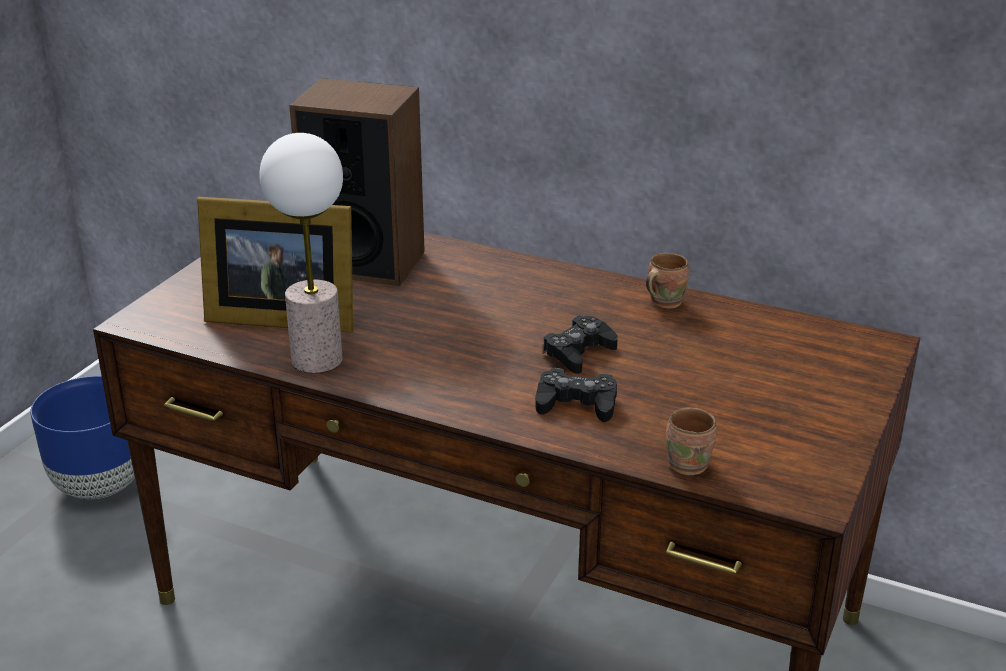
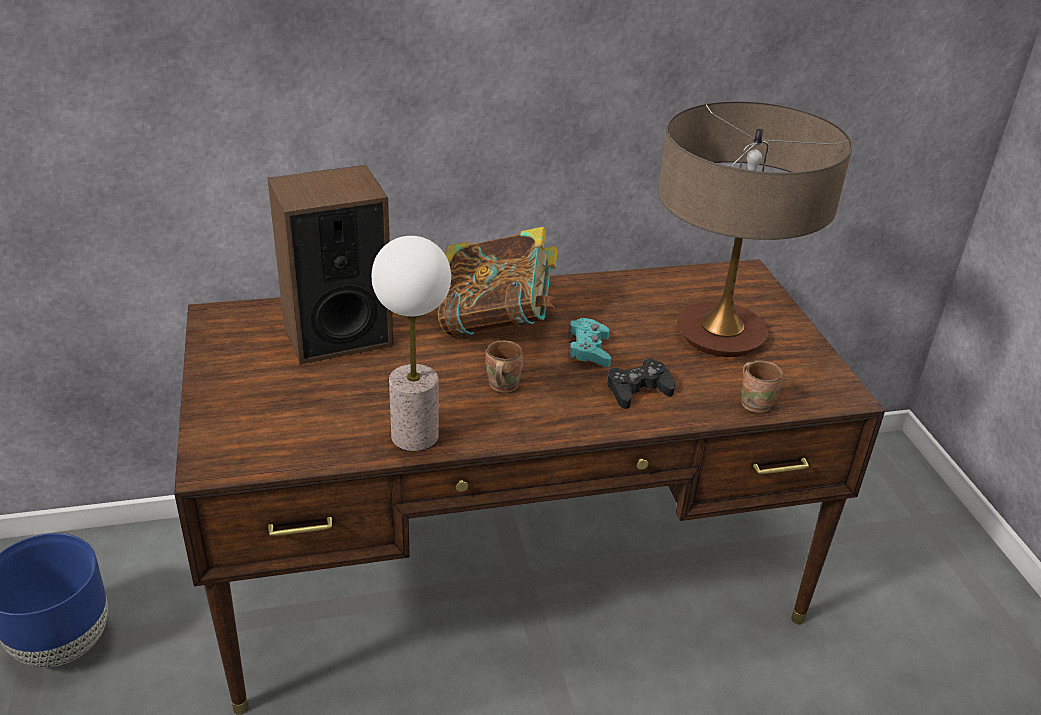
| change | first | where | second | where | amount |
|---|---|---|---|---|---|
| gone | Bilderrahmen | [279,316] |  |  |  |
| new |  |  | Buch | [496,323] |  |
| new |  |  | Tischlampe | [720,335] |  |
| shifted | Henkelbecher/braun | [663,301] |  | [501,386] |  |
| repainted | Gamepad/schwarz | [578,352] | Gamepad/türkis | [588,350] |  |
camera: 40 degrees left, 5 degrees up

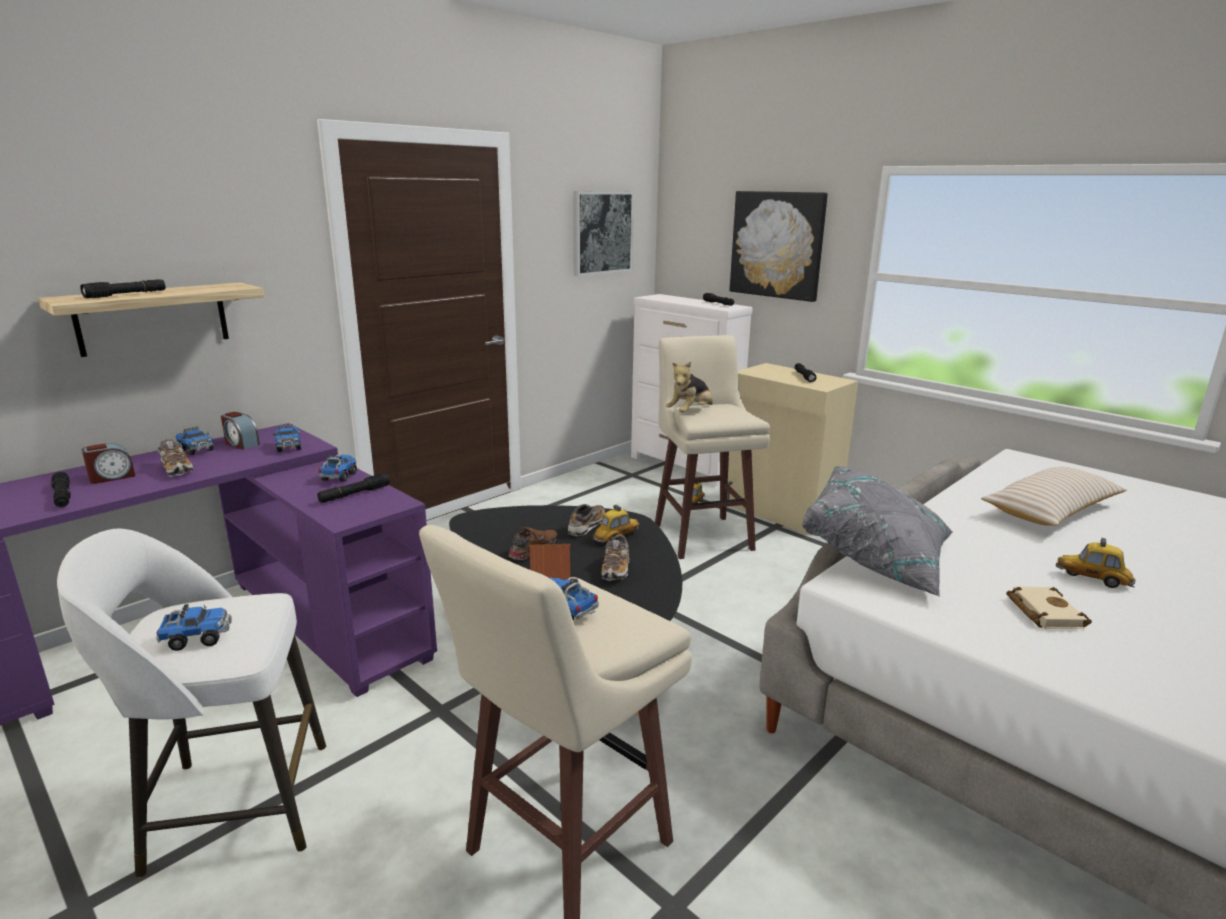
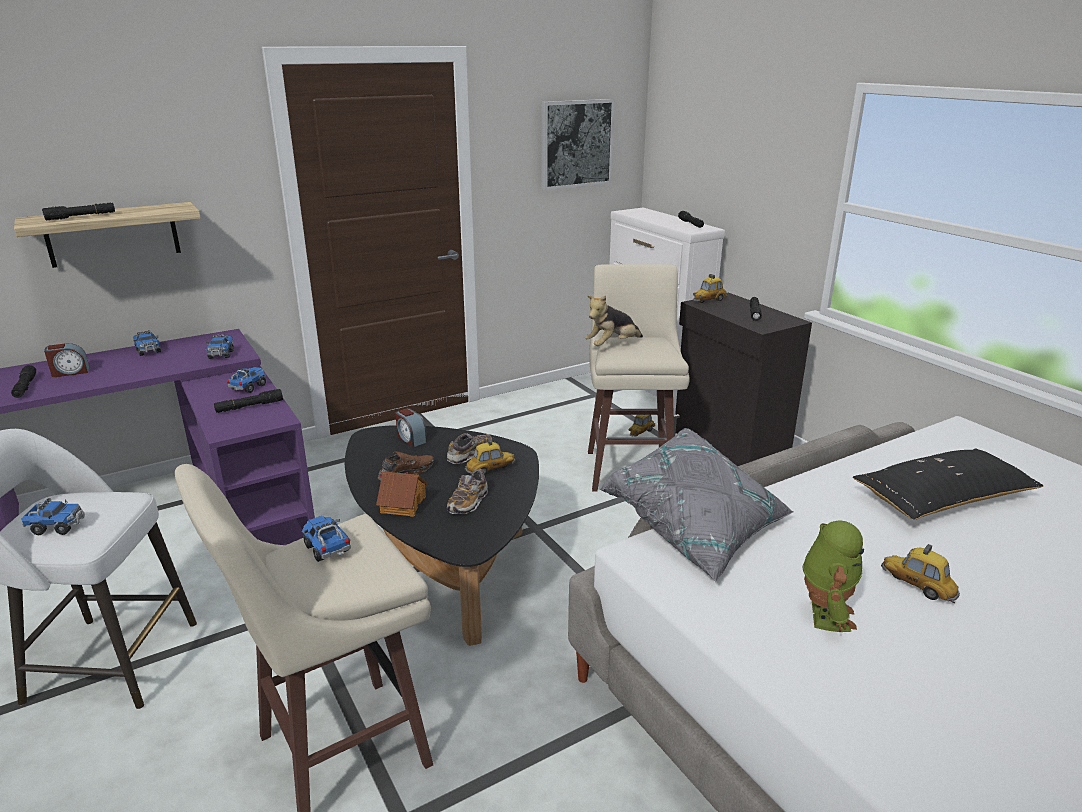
| change | first | where | second | where | amount |
|---|---|---|---|---|---|
| gone | Schuh | [177,469] |  |  |  |
| gone | Bild | [777,245] |  |  |  |
| new |  |  | Spielzeugauto | [709,301] |  |
| shifted | Wecker | [241,444] |  | [411,439] |  |
| swapped | Buch/beige | [1042,612] | Spielzeugroboter | [824,614] |  |
| repainted | Schrank/beige | [781,512] | Schrank/schwarz | [728,452] |  |
| repainted | Kissen/beige | [1051,510] | Kissen/schwarz | [942,498] |  |
camera: 15 degrees right, 5 degrees up

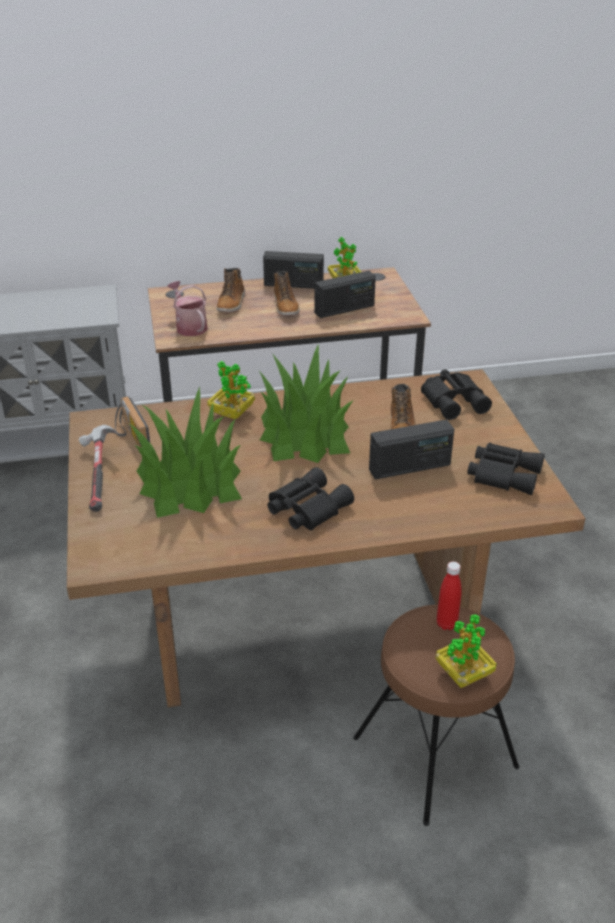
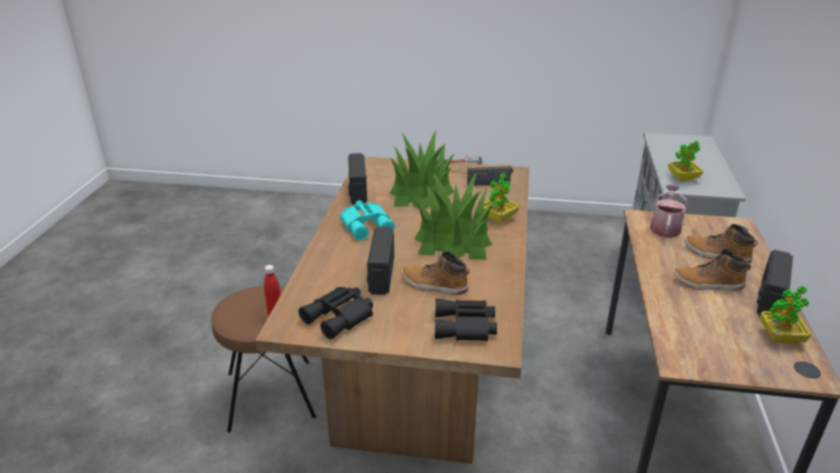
| change | first | where | second | where | amount |
|---|---|---|---|---|---|
| shifted | Radio | [344,309] |  | [357,191] |  |
| shifted | Topfpflanze | [463,674] |  | [683,178] |  |
| repainted | Fernglas/schwarz | [306,508] | Fernglas/türkis | [367,225] |  |
| rotated | Gießkanne | [189,326] |  | [665,227] | 60 degrees counterclockwise |
camera: 110 degrees right, 5 degrees down

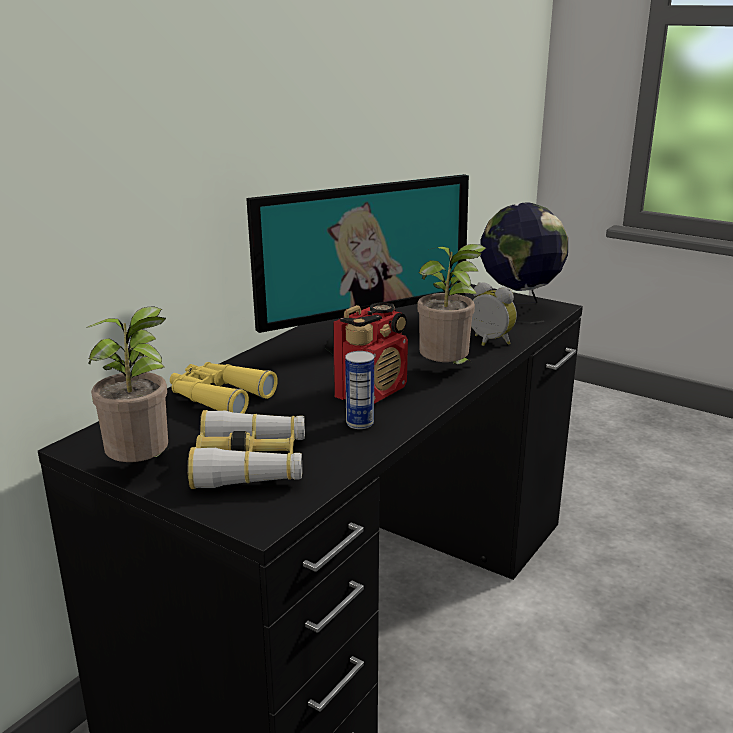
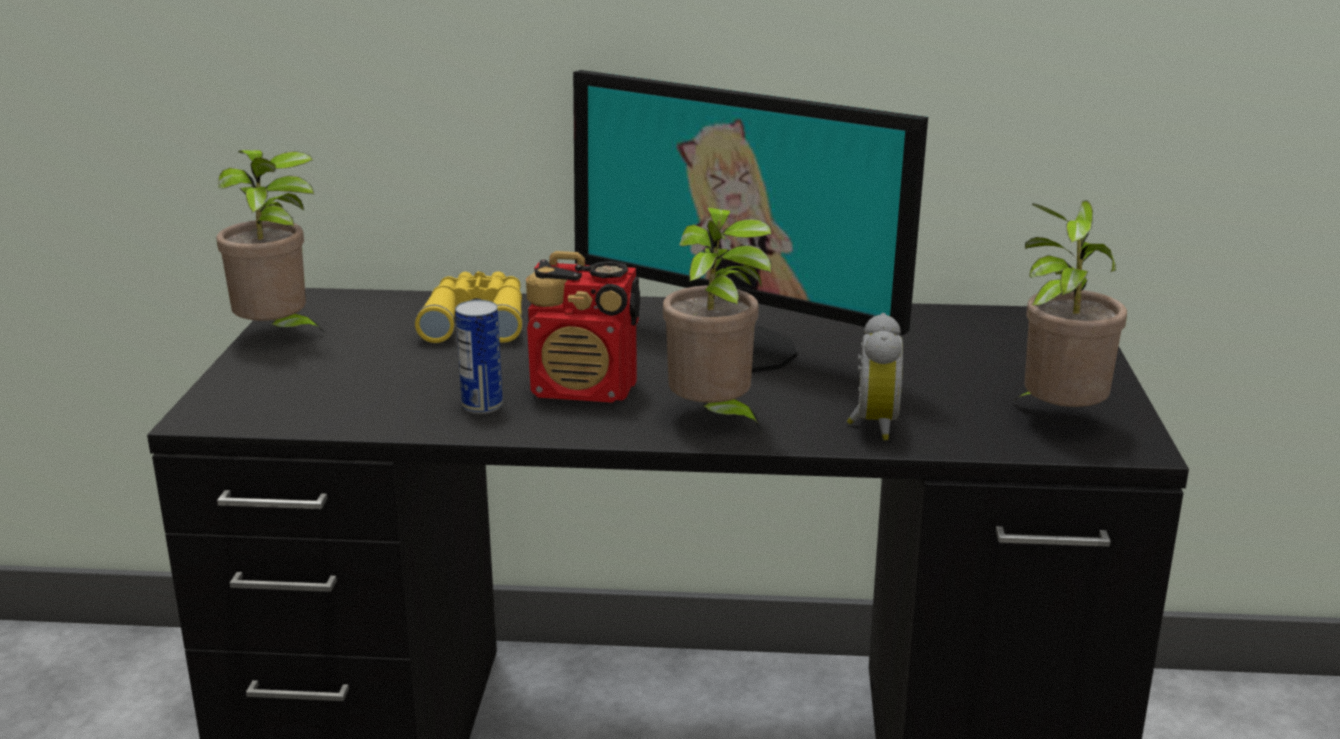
| change | first | where | second | where | amount |
|---|---|---|---|---|---|
| gone | Fernglas | [251,464] |  |  |  |
| swapped | Globus | [518,310] | Topfpflanze | [1057,419] |  |
camera: 60 degrees right, 0 degrees up

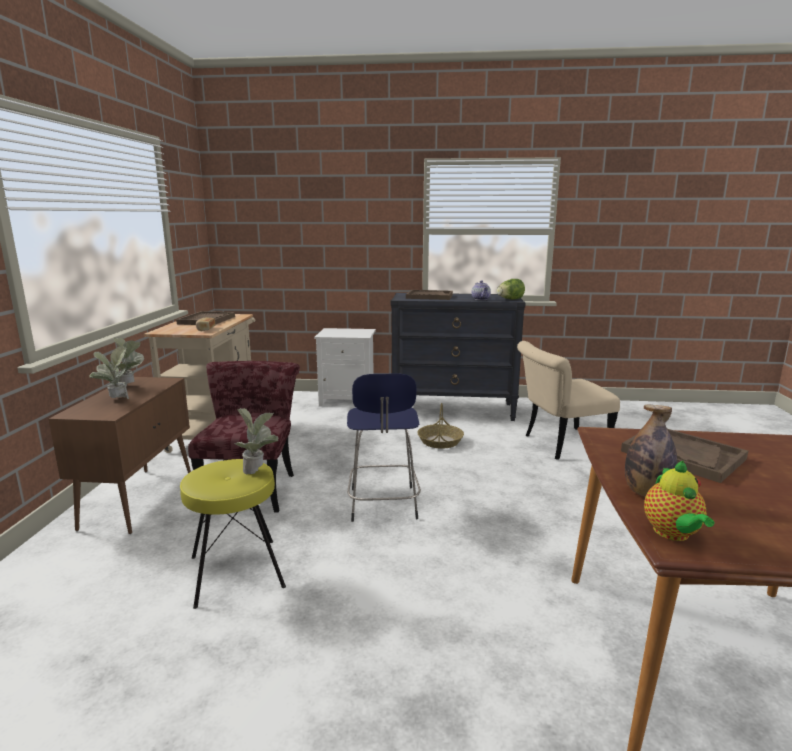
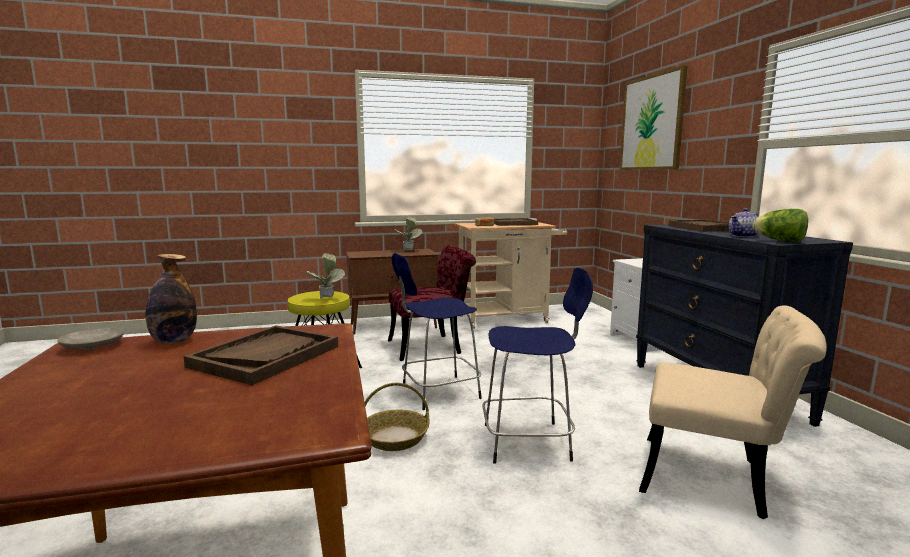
| change | first | where | second | where | amount |
|---|---|---|---|---|---|
| gone | Topfpflanze | [115,401] |  |  |  |
| new |  |  | Hocker/blau | [530,442] |  |
| new |  |  | Bild | [652,123] |  |
| shifted | Korb | [440,441] |  | [395,438] |  |
| swapped | Teekanne | [673,534] | Teller/beige | [93,346] |  |
| rotated | Stuhl/beige | [559,445] |  | [717,479] | 150 degrees clockwise |
camera: 70 degrees right, 5 degrees down

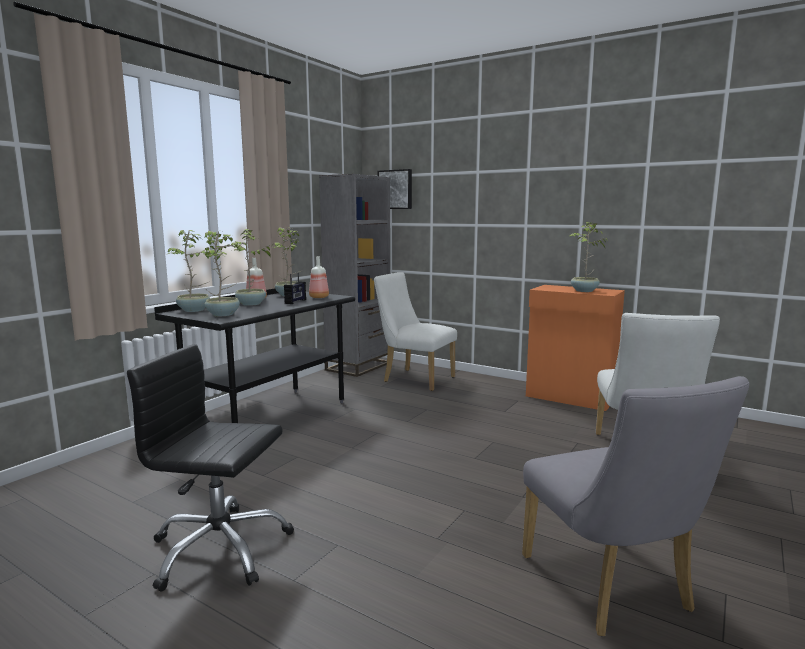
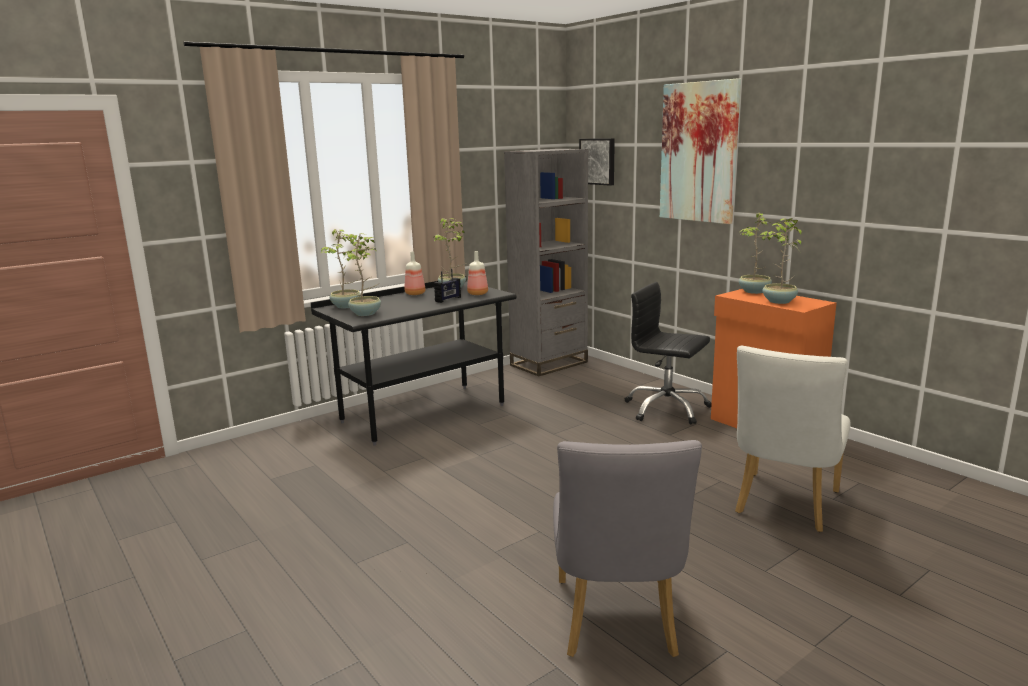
| change | first | where | second | where | amount |
|---|---|---|---|---|---|
| gone | Stuhl/weiß | [414,379] |  |  |  |
| new |  |  | Bild | [698,152] |  |
| shifted | Bürostuhl/schwarz | [219,549] |  | [666,409] |  |
| shifted | Topfpflanze | [251,304] |  | [754,292] |  |
camera: 20 degrees right, 5 degrees up

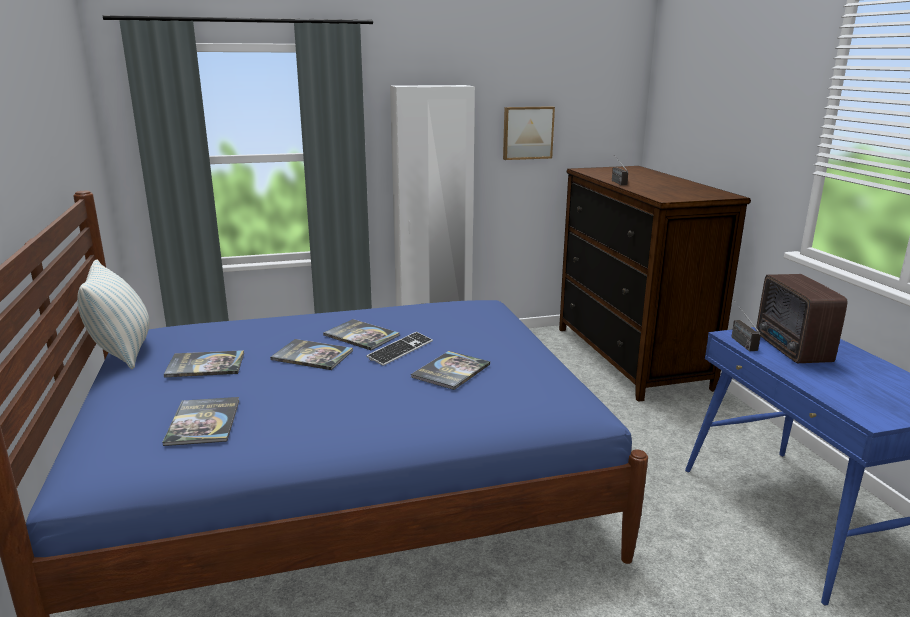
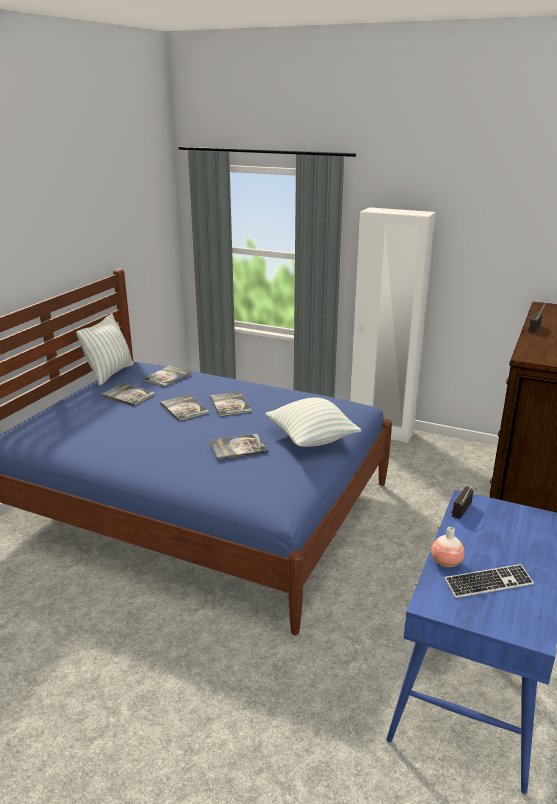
| change | first | where | second | where | amount |
|---|---|---|---|---|---|
| gone | Bild | [527,132] |  |  |  |
| gone | Radio | [792,350] |  |  |  |
| new |  |  | Kissen | [311,439] |  |
| new |  |  | Vase | [446,562] |  |
| shifted | Buch | [203,422] |  | [167,377] |  |
| shifted | Tastatur | [400,350] |  | [488,583] |  |
camera: 40 degrees right, 5 degrees up

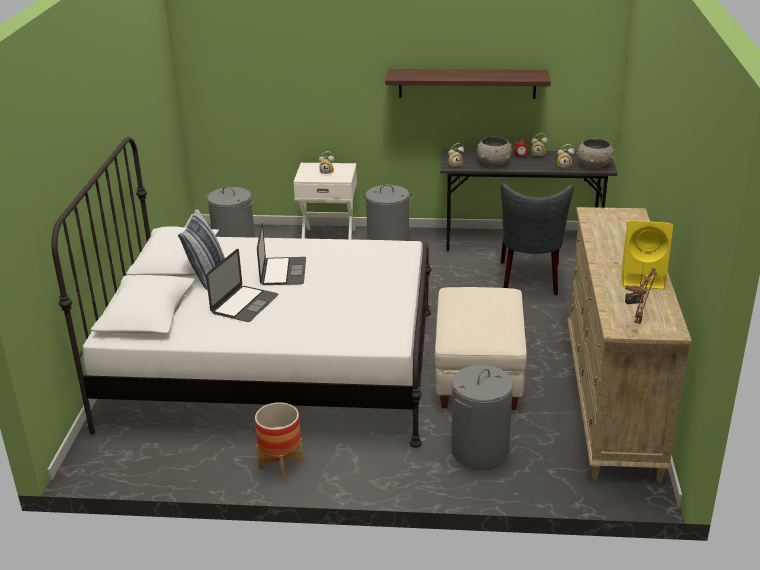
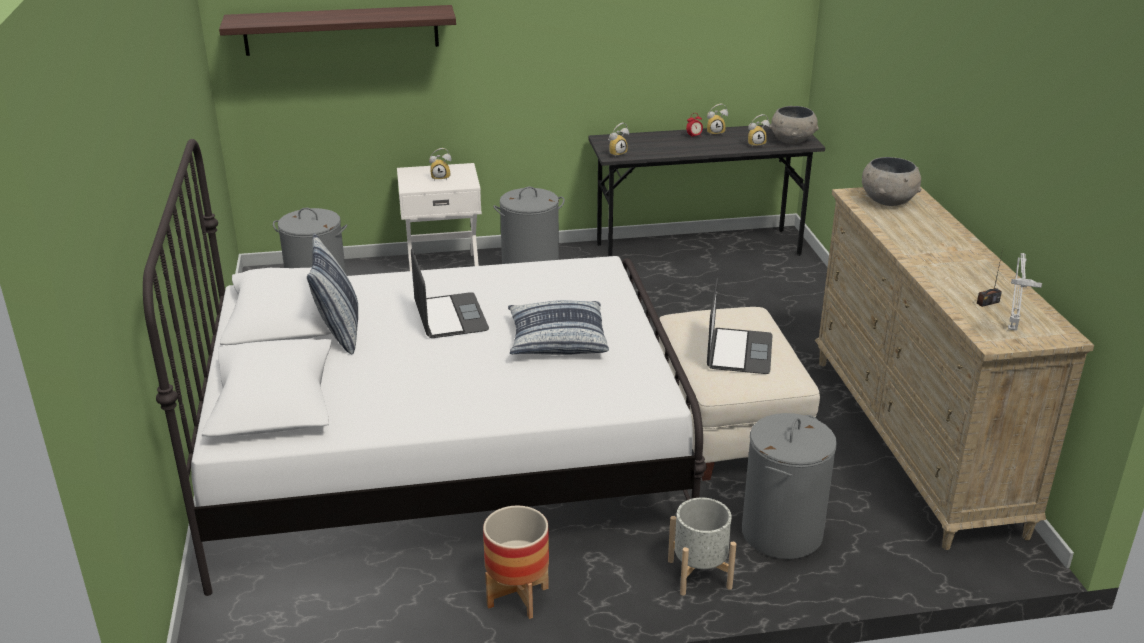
| change | first | where | second | where | amount |
|---|---|---|---|---|---|
| gone | Stuhl/grau | [530,280] |  |  |  |
| gone | Lautsprecher/gelb | [644,278] |  |  |  |
| new |  |  | Kissen | [557,340] |  |
| new |  |  | Pflanzkübel/grau | [700,574] |  |
| shifted | Laptop | [244,304] |  | [739,351] |  |
| shifted | Wandregal | [467,83] |  | [341,30] |  |
| shifted | Schüssel/grau | [493,163] |  | [887,201] |  |
| repainted | Tischlampe/braun | [638,321] | Tischlampe/grau | [1012,327] |  |
camera: 15 degrees left, 0 degrees up

